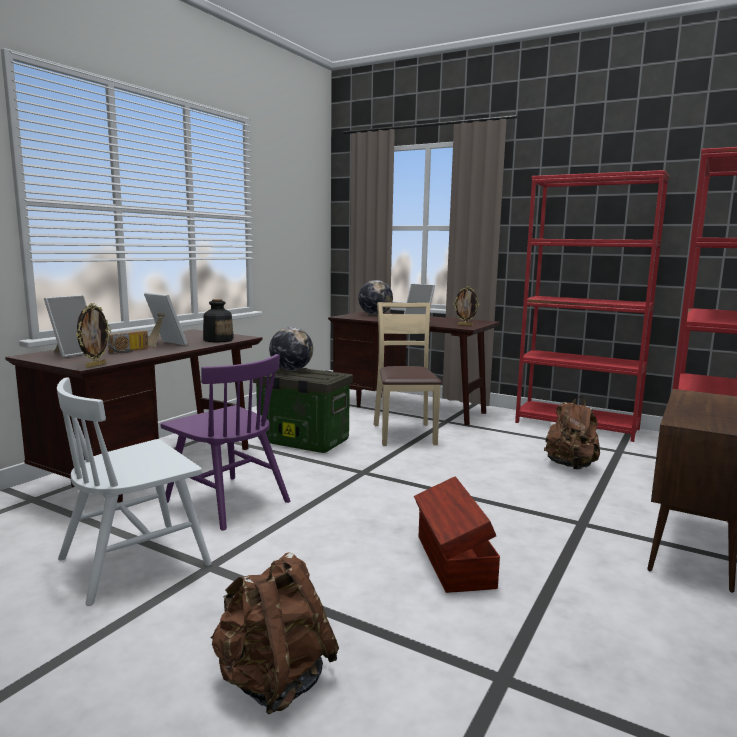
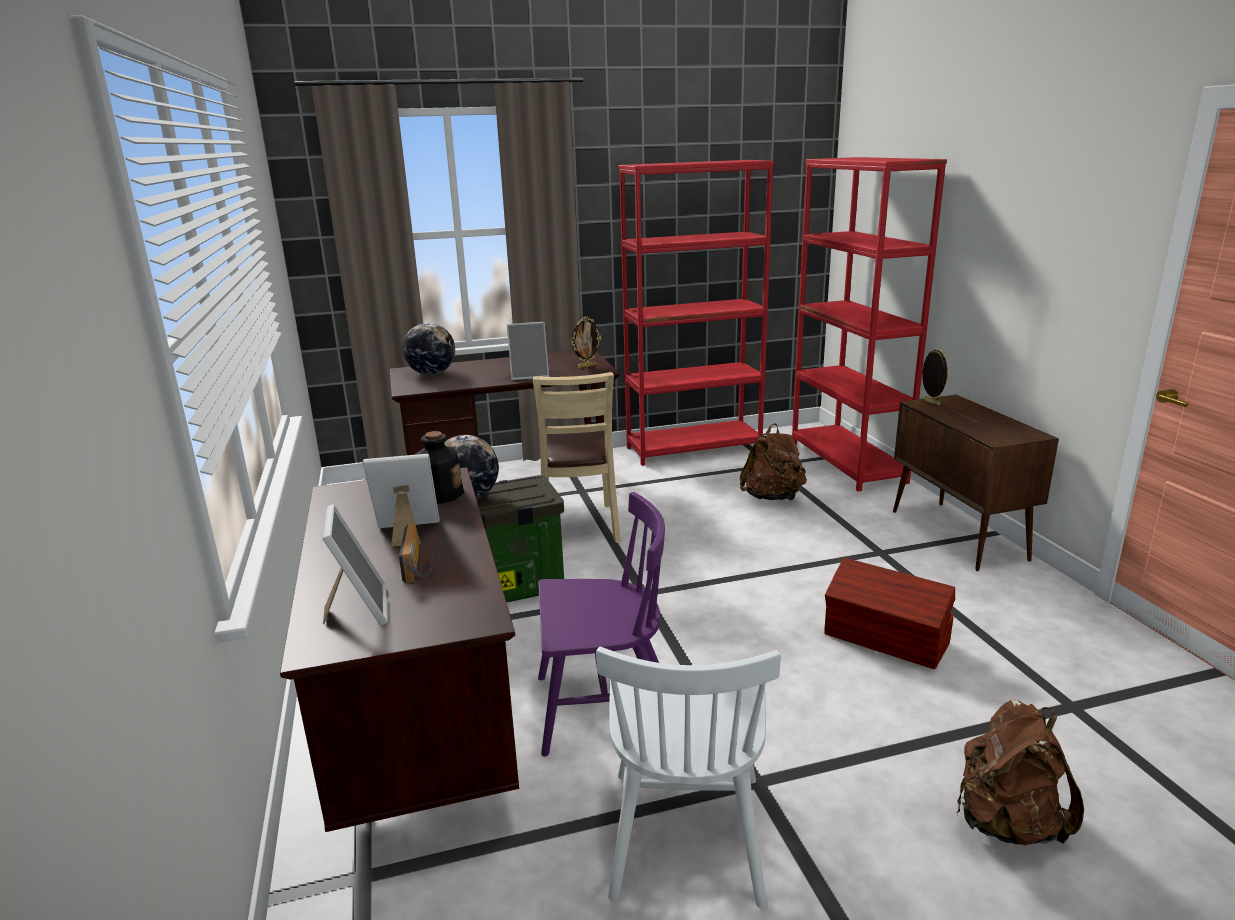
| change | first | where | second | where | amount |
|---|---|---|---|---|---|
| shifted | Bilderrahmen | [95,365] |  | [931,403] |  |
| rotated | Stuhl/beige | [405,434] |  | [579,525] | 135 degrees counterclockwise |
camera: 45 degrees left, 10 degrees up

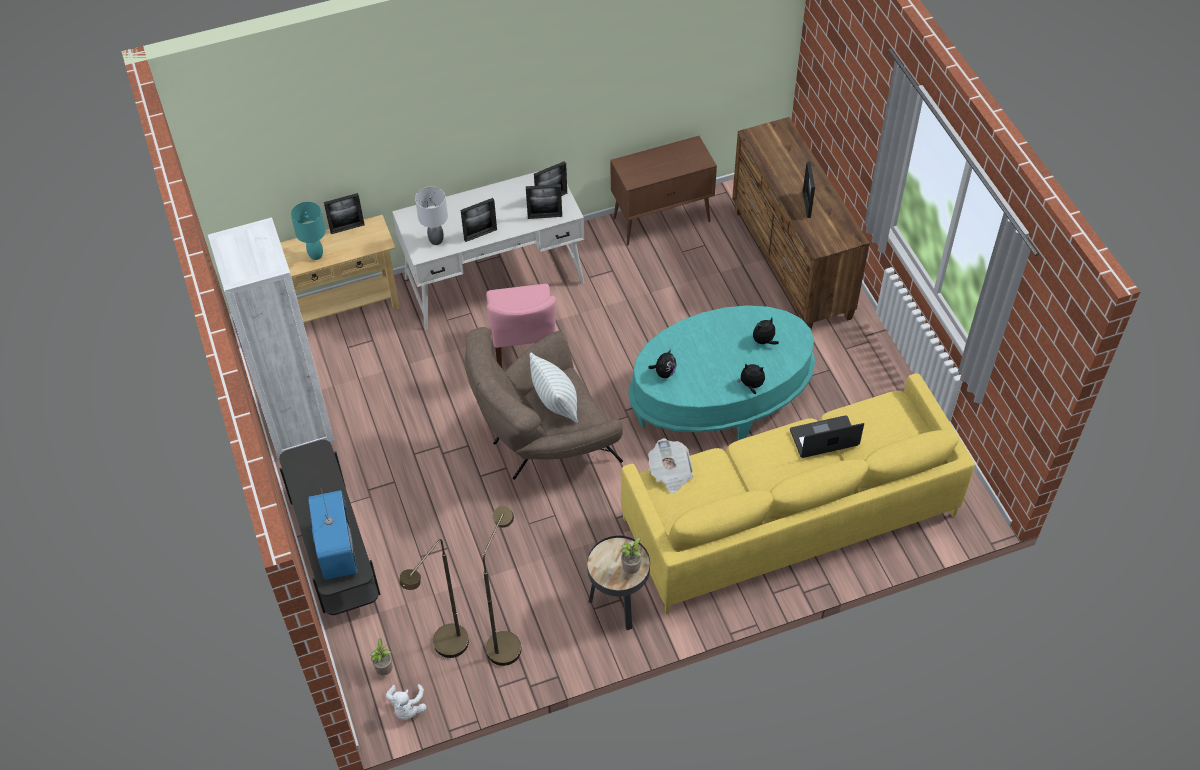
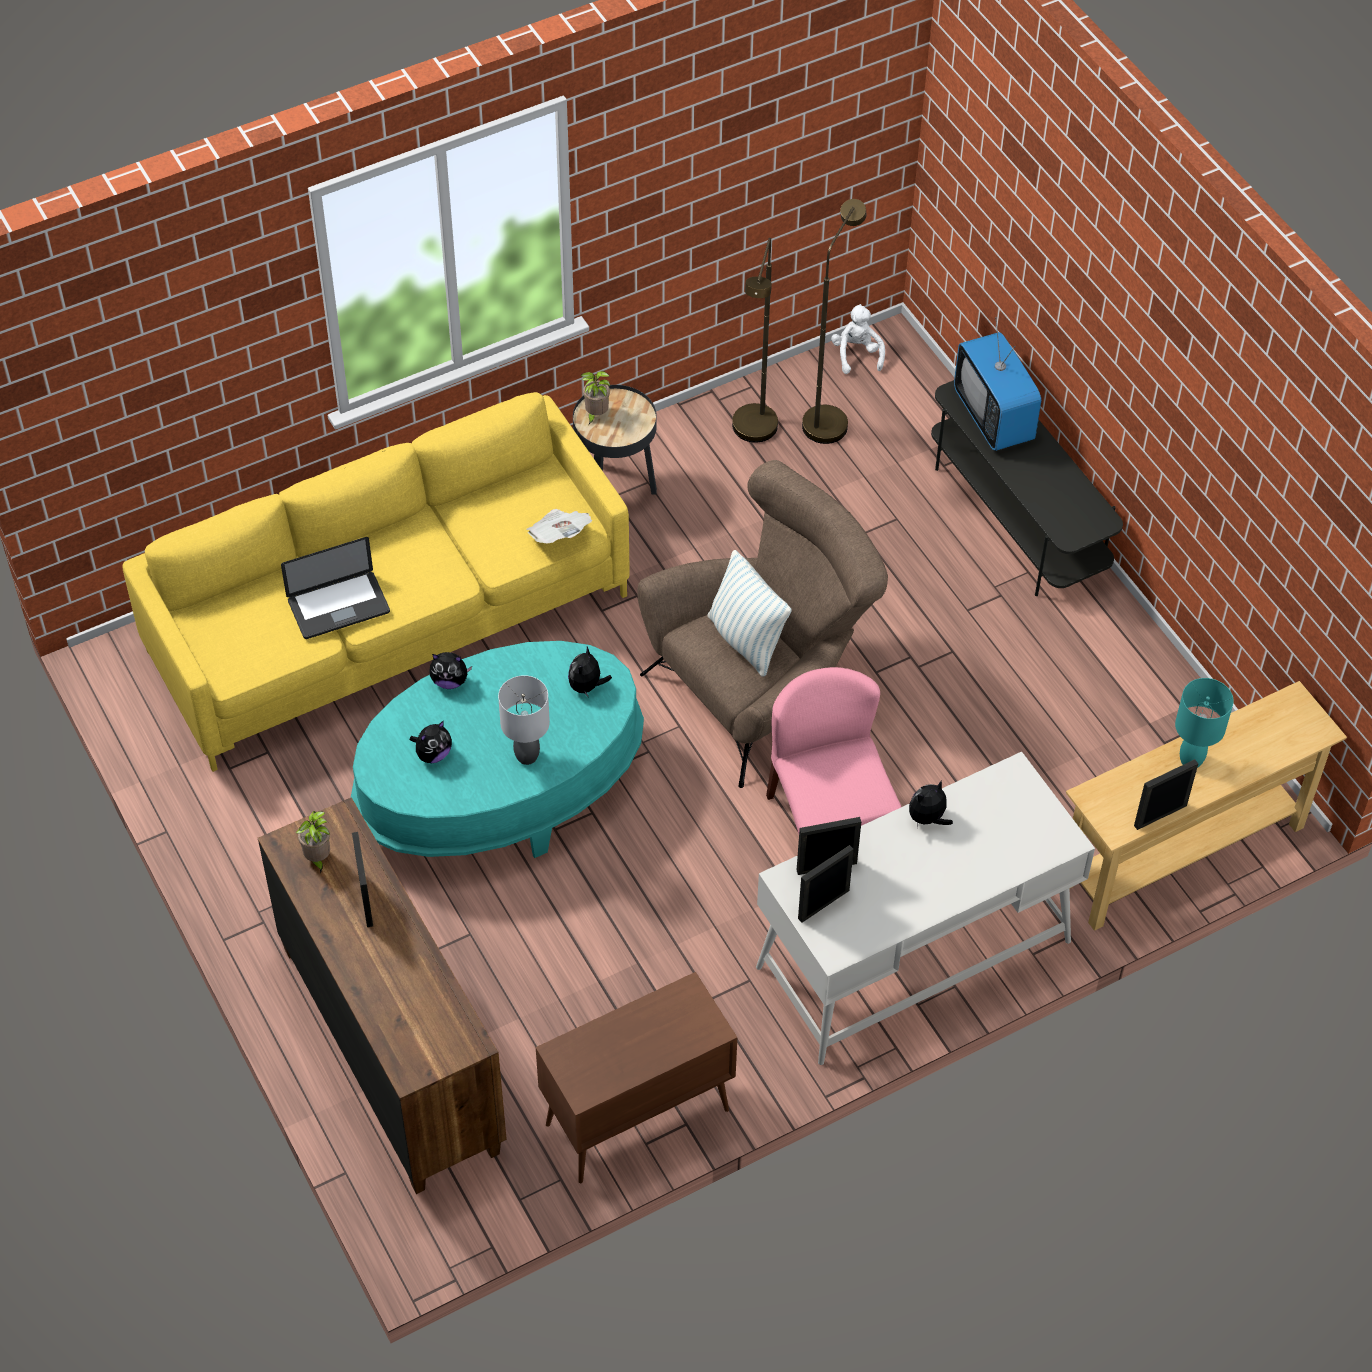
| change | first | where | second | where | amount |
|---|---|---|---|---|---|
| gone | Bücherregal/weiß | [298,425] |  |  |  |
| shifted | Topfpflanze | [385,669] |  | [317,859] |  |
| shifted | Tischlampe/grau | [436,240] |  | [526,757] |  |
| swapped | Bilderrahmen | [480,234] | Plüschtier | [927,819] |  |
camera: 170 degrees right, 0 degrees up

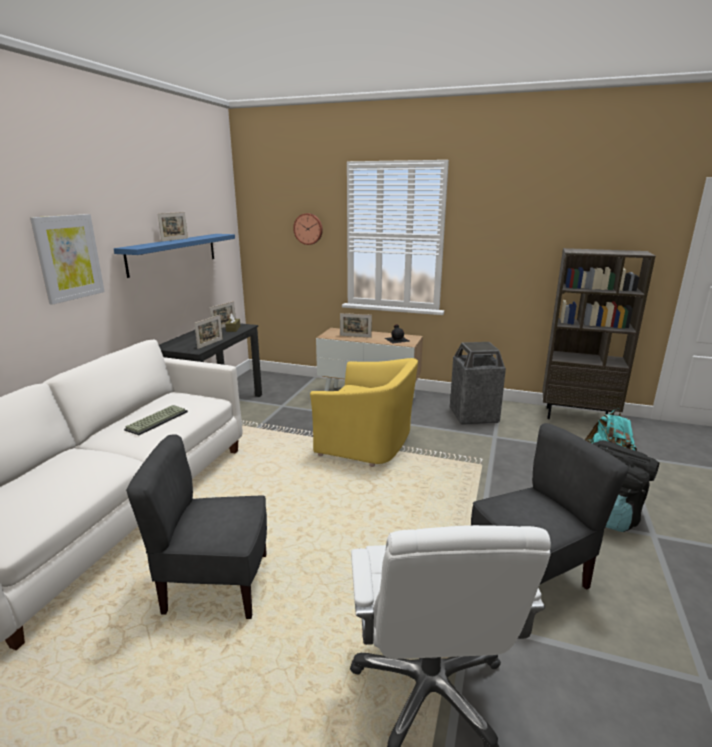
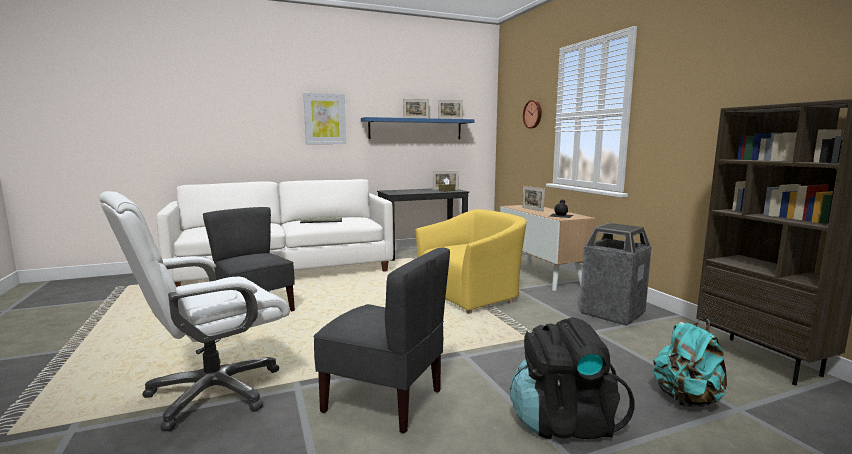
| change | first | where | second | where | amount |
|---|---|---|---|---|---|
| shifted | Bilderrahmen | [210,344] |  | [450,119] |  |
| rotated | Sessel/gelb | [367,443] |  | [470,295] | 105 degrees counterclockwise |
camera: 50 degrees right, 10 degrees down

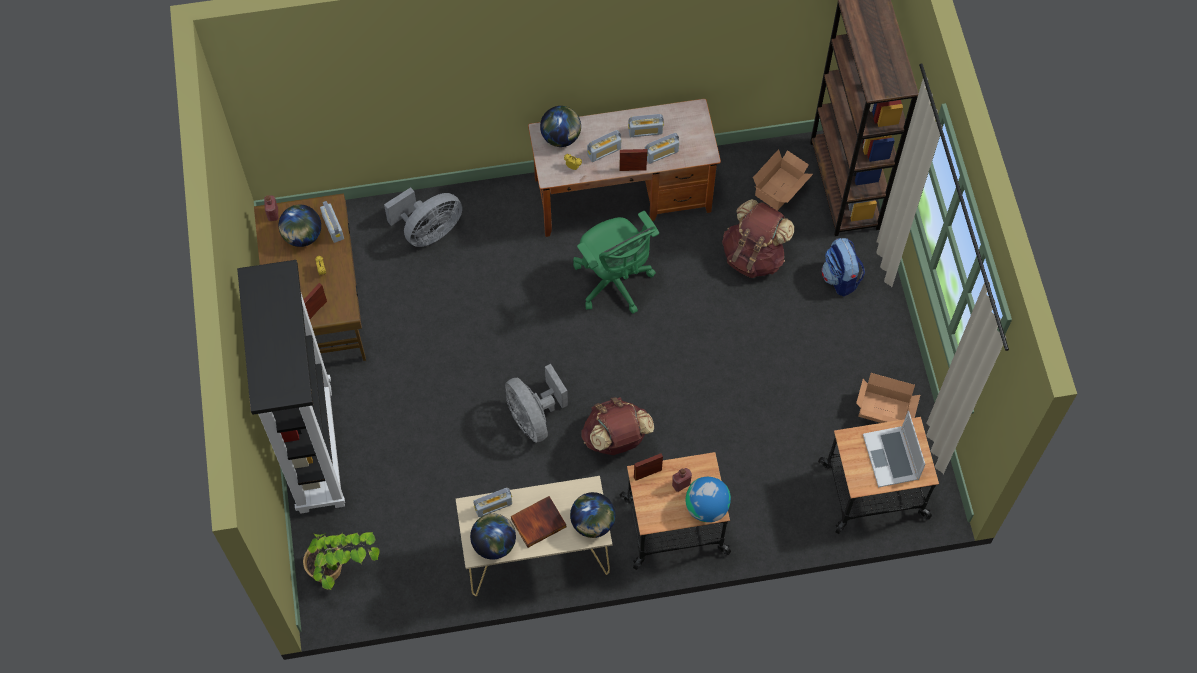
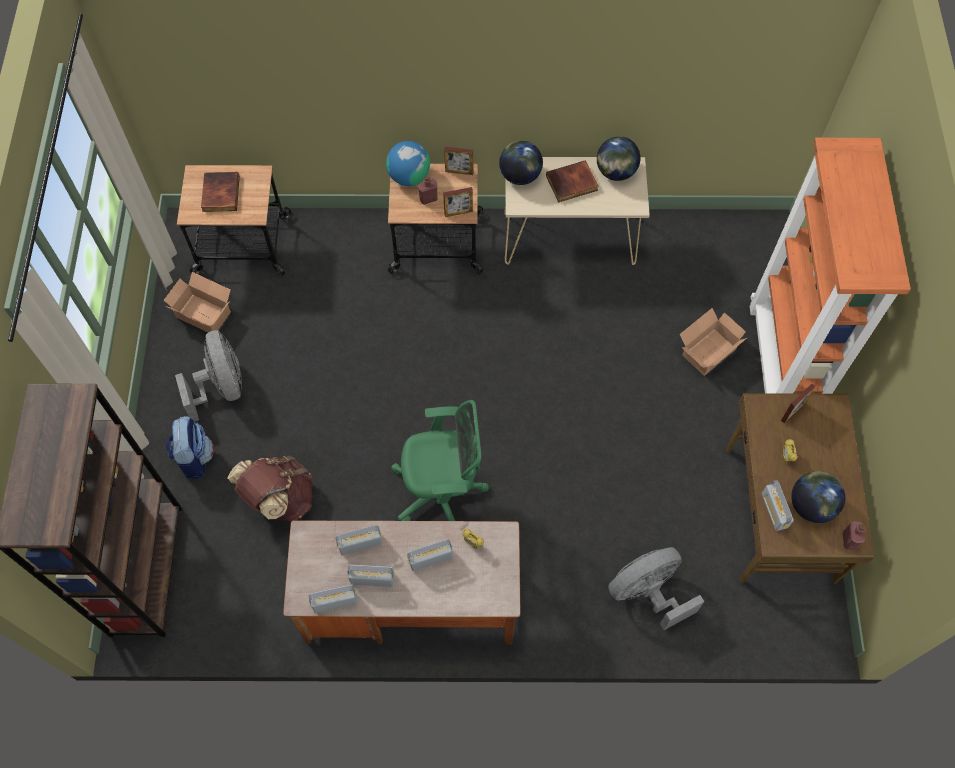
| change | first | where | second | where | amount |
|---|---|---|---|---|---|
| gone | Topfpflanze | [342,571] |  |  |  |
| gone | Globus | [561,137] |  |  |  |
| gone | Rucksack/braun | [616,439] |  |  |  |
| shifted | Radio | [493,506] |  | [334,602] |  |
| shifted | Ventilator/grau | [534,417] |  | [222,387] |  |
| shifted | Bilderrahmen | [632,169] |  | [459,172] |  |
| shifted | Karton | [781,189] |  | [706,351] |  |
| swapped | Laptop | [891,456] | Buch | [220,193] |  |
| repainted | Bücherregal/schwarz | [314,447] | Bücherregal/orange | [780,365] |  |
| rotated | Bürostuhl/grün | [614,282] |  | [442,492] | 105 degrees clockwise |
camera: 170 degrees left, 0 degrees up

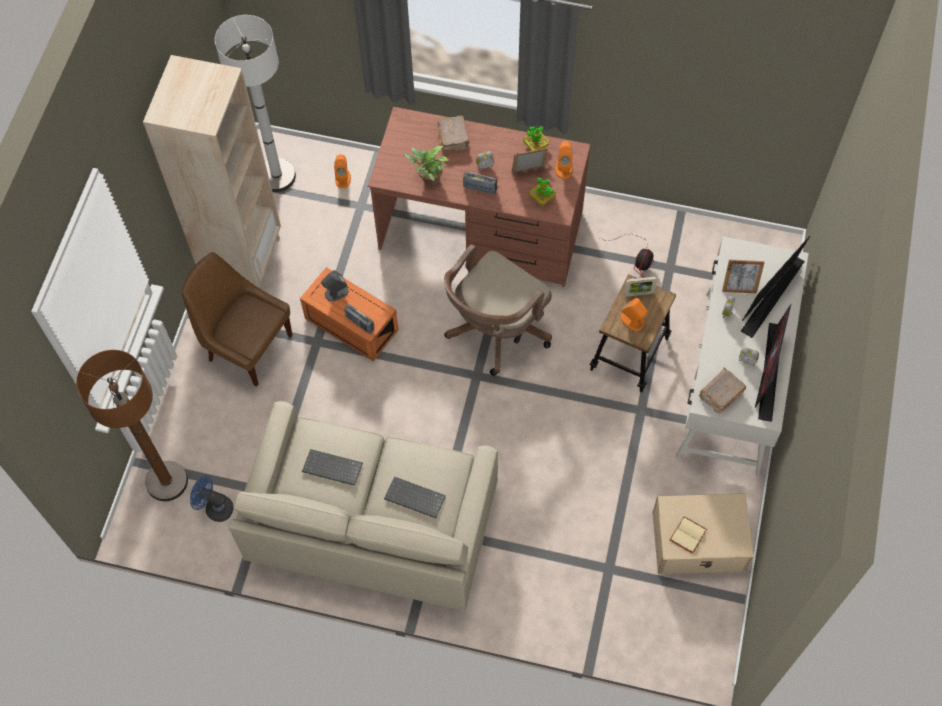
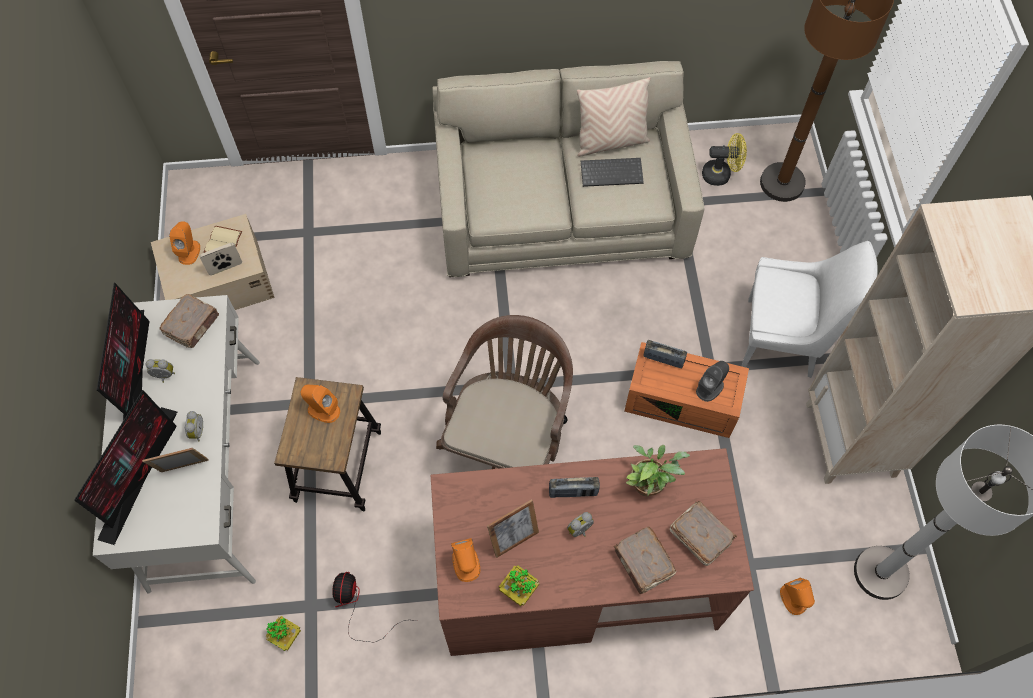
| change | first | where | second | where | amount |
|---|---|---|---|---|---|
| gone | Tastatur | [413,498] |  |  |  |
| new |  |  | Lautsprecher/orange | [189,252] |  |
| new |  |  | Kissen/beige | [611,142] |  |
| new |  |  | Buch/braun | [700,535] |  |
| shifted | Topfpflanze | [542,198] |  | [285,635] |  |
| shifted | Bilderrahmen | [639,293] |  | [225,268] |  |
| repainted | Stuhl/braun | [247,346] | Stuhl/weiß | [783,339] |  |
| repainted | Ventilator/blau | [215,507] | Ventilator/gelb | [721,174] |  |
camera: 160 degrees right, 0 degrees up

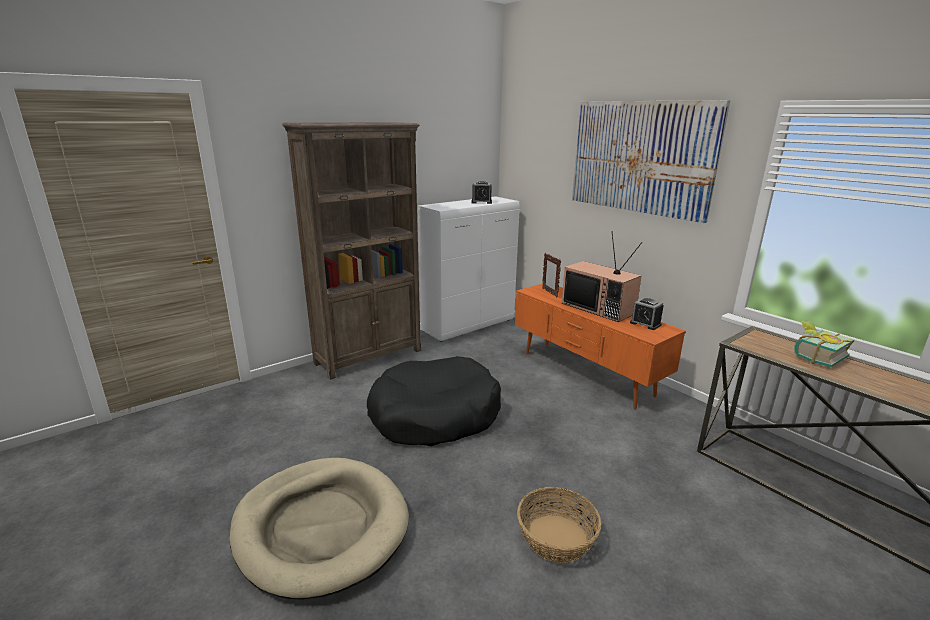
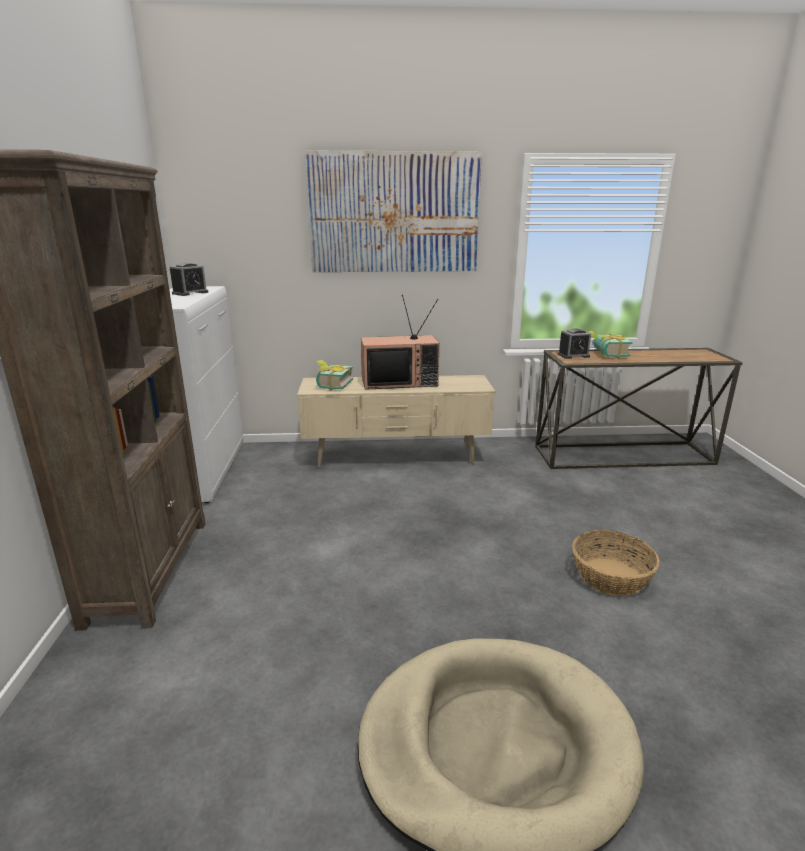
| change | first | where | second | where | amount |
|---|---|---|---|---|---|
| gone | Hundebett/schwarz | [434,415] |  |  |  |
| shifted | Wecker | [645,324] |  | [573,355] |  |
| swapped | Bilderrahmen | [549,292] | Buch | [331,385] |  |
| repainted | Fernsehschrank/orange | [585,373] | Fernsehschrank/beige | [396,458] |  |
camera: 55 degrees left, 0 degrees up

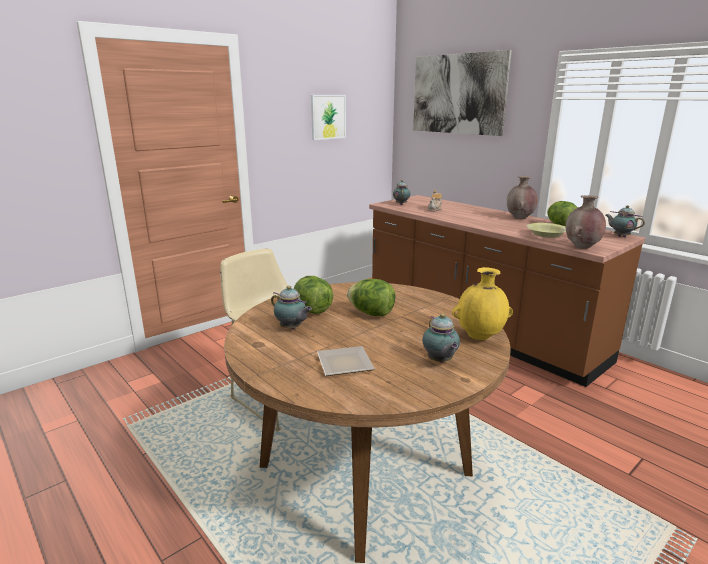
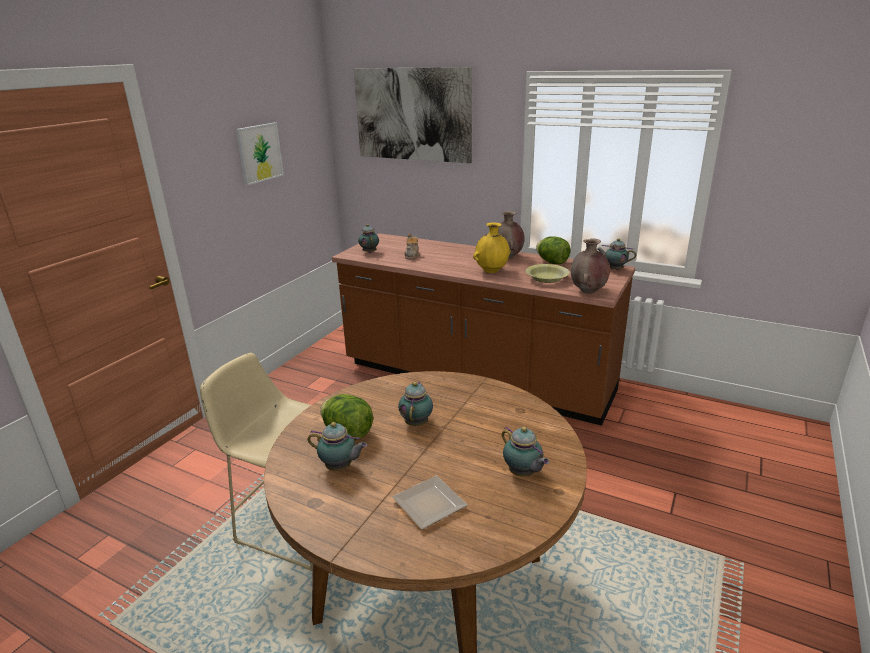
| change | first | where | second | where | amount |
|---|---|---|---|---|---|
| shifted | Vase/gelb | [480,336] |  | [491,271] |  |
| swapped | Salatkopf | [371,313] | Teekanne | [417,422] |  |
camera: 20 degrees left, 5 degrees up

